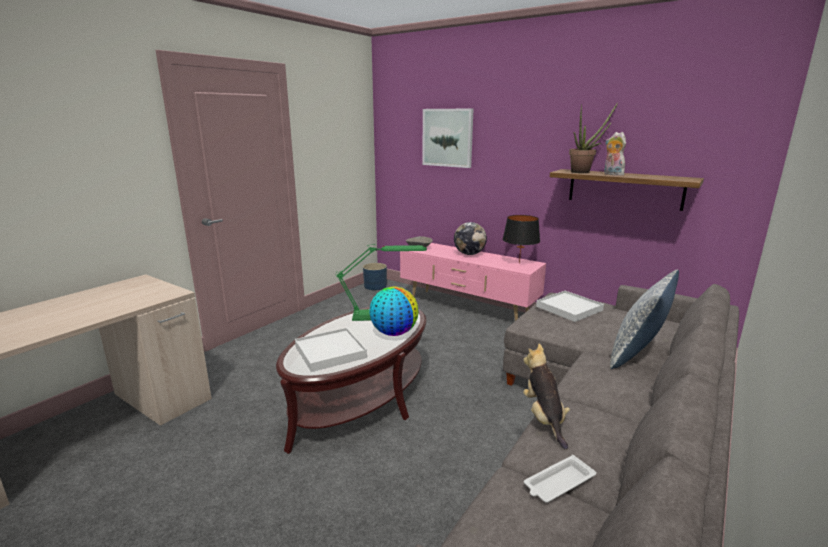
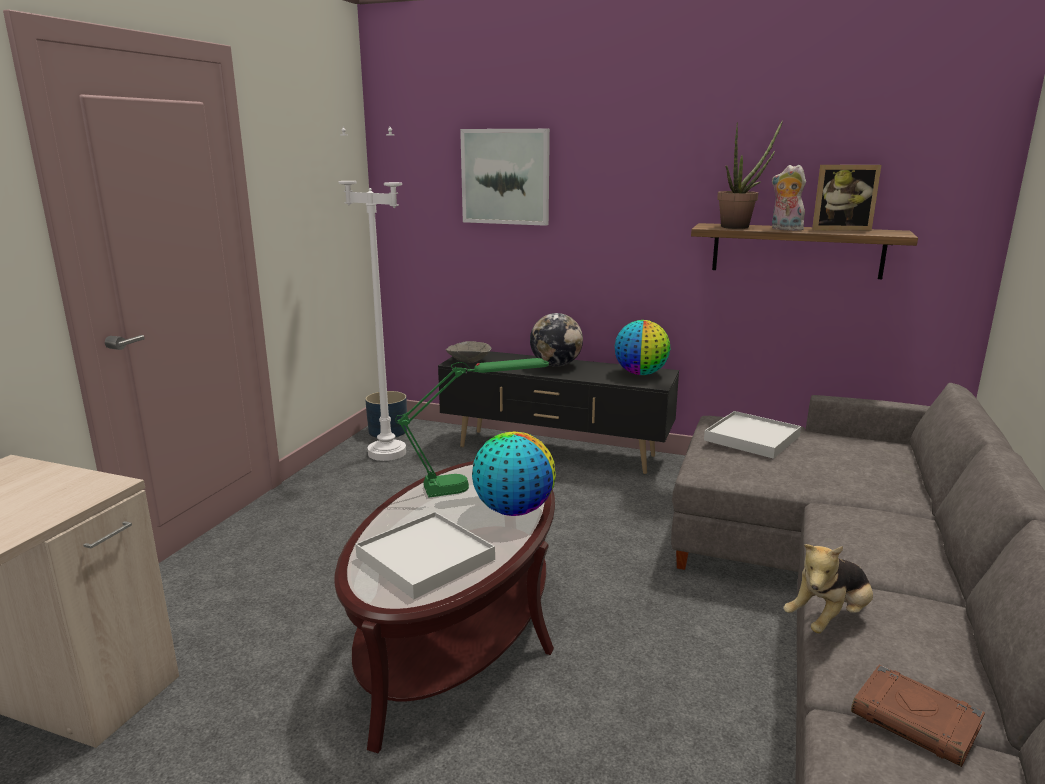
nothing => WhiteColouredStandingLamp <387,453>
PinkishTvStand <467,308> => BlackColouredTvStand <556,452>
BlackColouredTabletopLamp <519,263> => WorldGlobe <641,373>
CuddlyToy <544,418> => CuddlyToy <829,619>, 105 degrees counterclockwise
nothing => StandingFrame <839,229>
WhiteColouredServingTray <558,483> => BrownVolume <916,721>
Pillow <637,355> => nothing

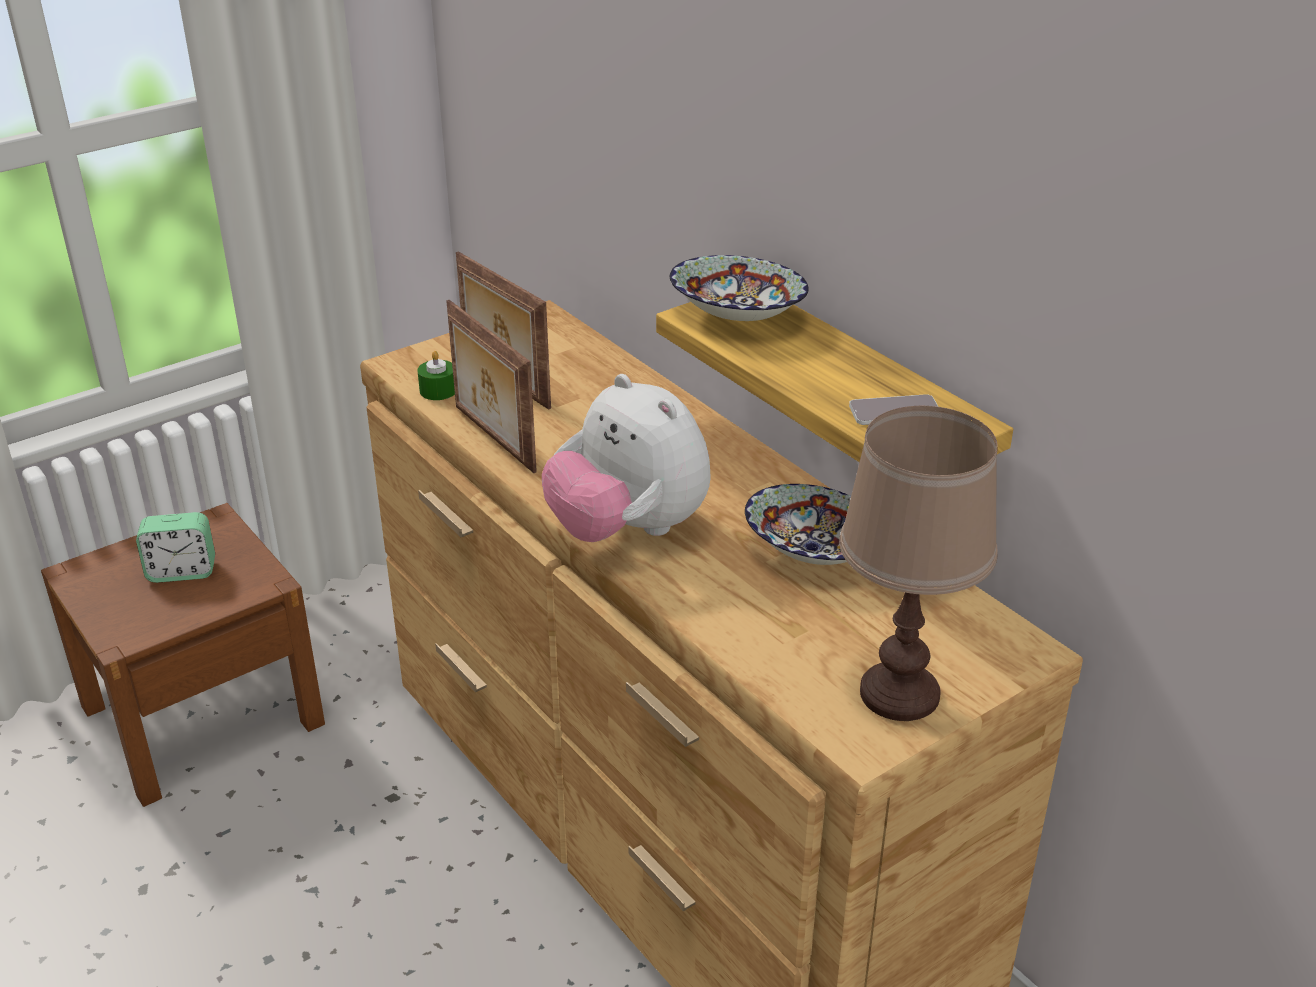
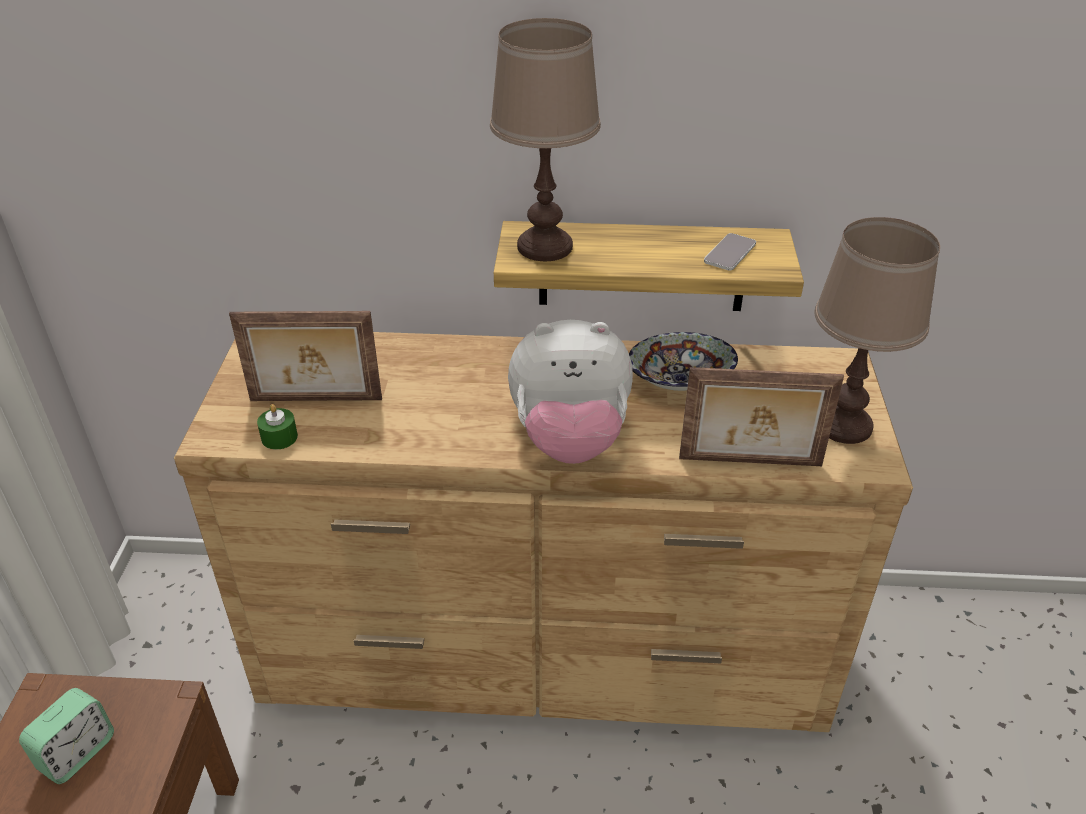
ServingBowl <736,317> => BrownTabletopLamp <544,247>
StandingFrame <492,439> => StandingFrame <750,463>, shifted

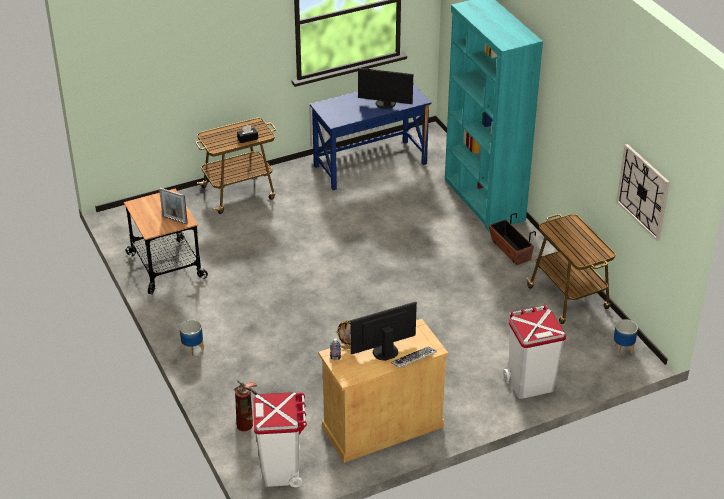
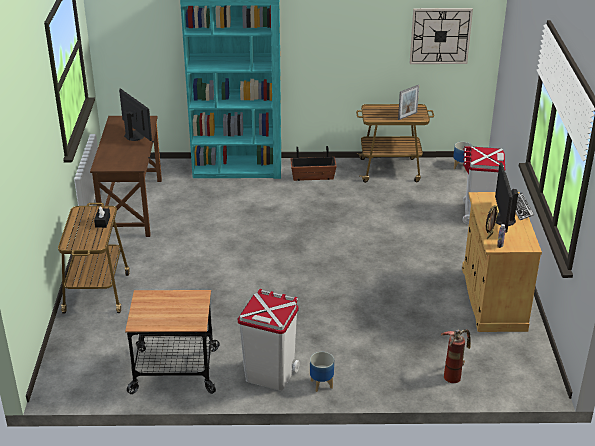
BlueColouredDeskTable <370,165> => BrownDeskTable <132,207>
Monitor <385,104> => Monitor <135,135>, 75 degrees counterclockwise
WhiteColouredTrashCan <281,470> => WhiteColouredTrashCan <270,374>, shifted
StandingFrame <175,220> => StandingFrame <407,116>, shifted

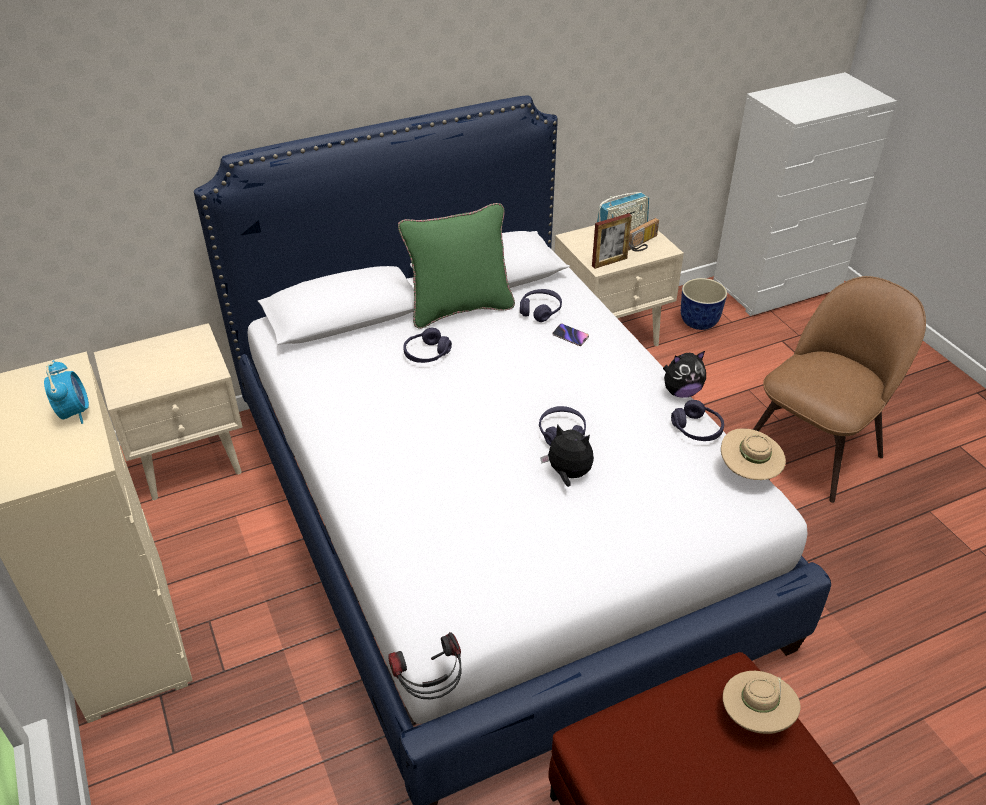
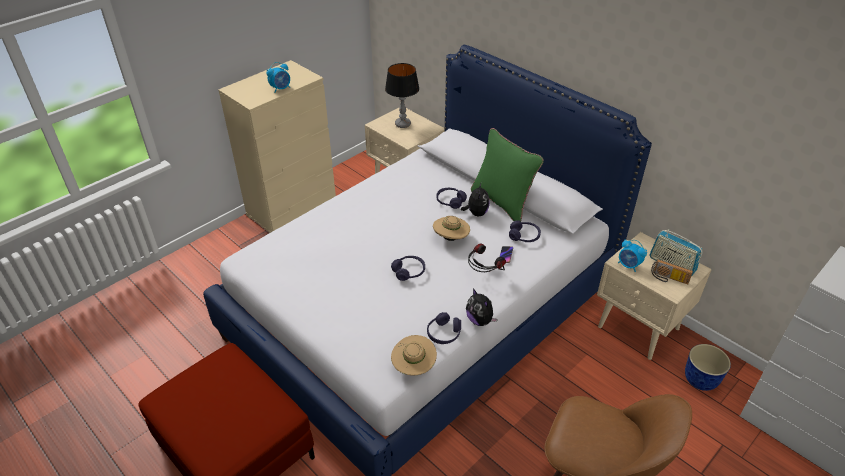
nothing => TabletopLamp <403,124>
BeigeClothingHat <755,716> => BeigeClothingHat <451,238>, shifted
CuddlyToy <568,474> => CuddlyToy <476,213>, shifted
Headphones <430,688> => Headphones <483,273>, shifted
StandingFrame <609,262> => TableClock <628,265>

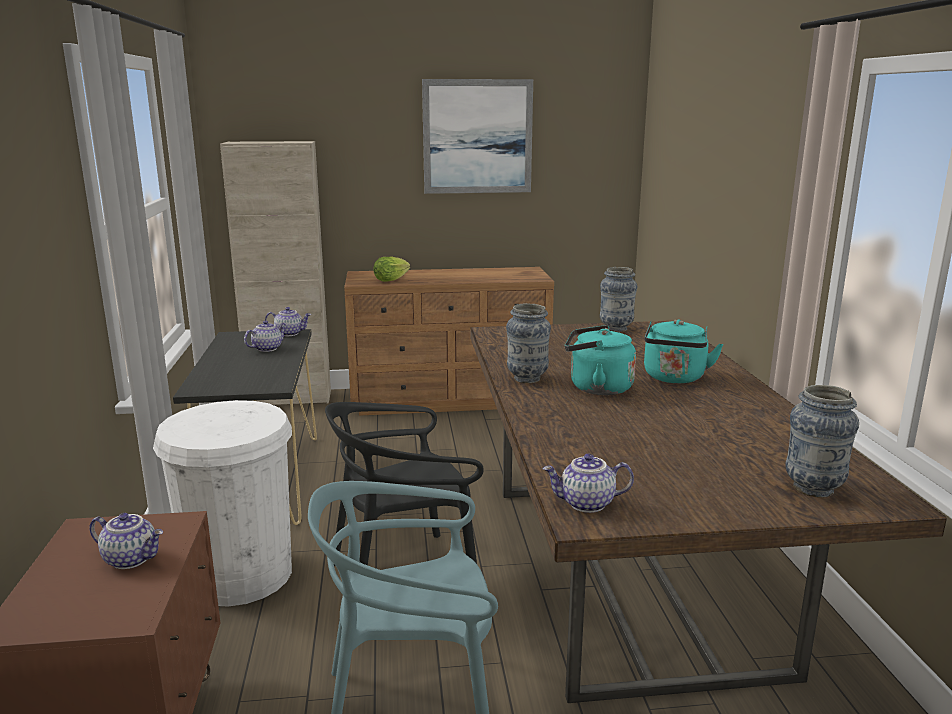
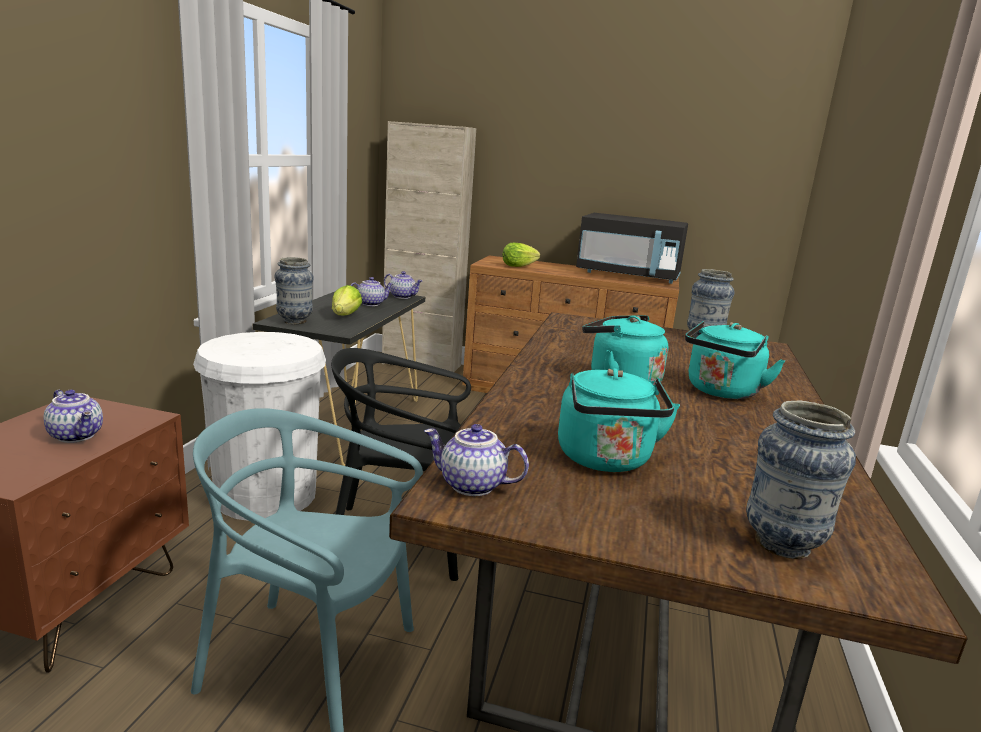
Vase <527,379> => Vase <294,321>, shifted
nothing => LettuceHead <345,316>
nothing => BlueGreenTeaKettle <606,460>
nothing => BlackColouredMicrowaveOven <628,275>
WallArt <477,137> => nothing

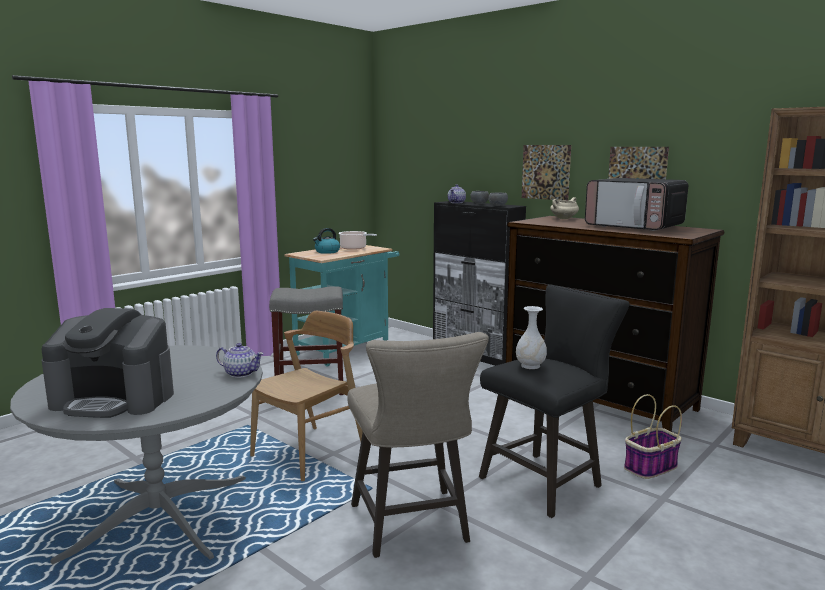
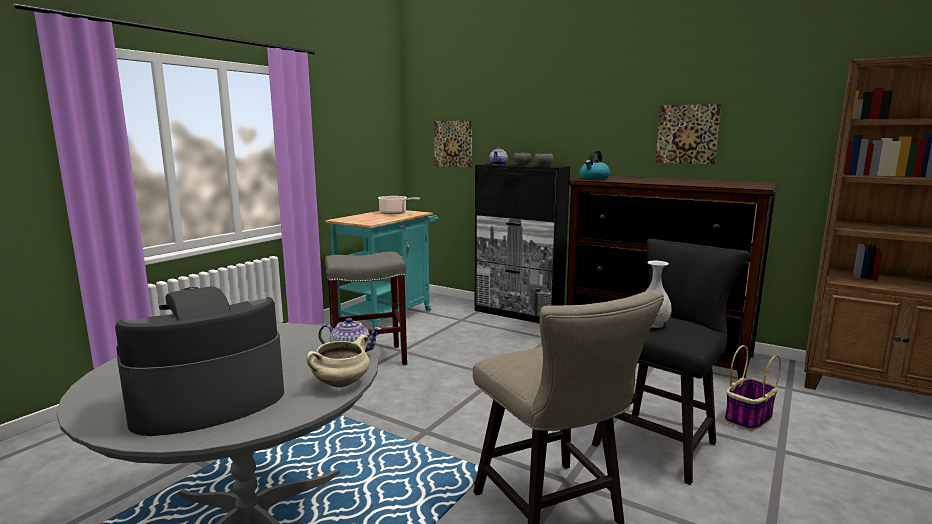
CoffeeMachine <114,399> => CoffeeMachine <206,400>, 150 degrees clockwise
BeigeCookingPot <563,219> => BeigeCookingPot <341,384>, shifted
WallArt <545,172> => WallArt <452,144>, shifted
TeaKettle <327,252> => TeaKettle <594,179>, shifted
BrownPlainChair <309,452> => nothing
MicrowaveOven <634,226> => nothing

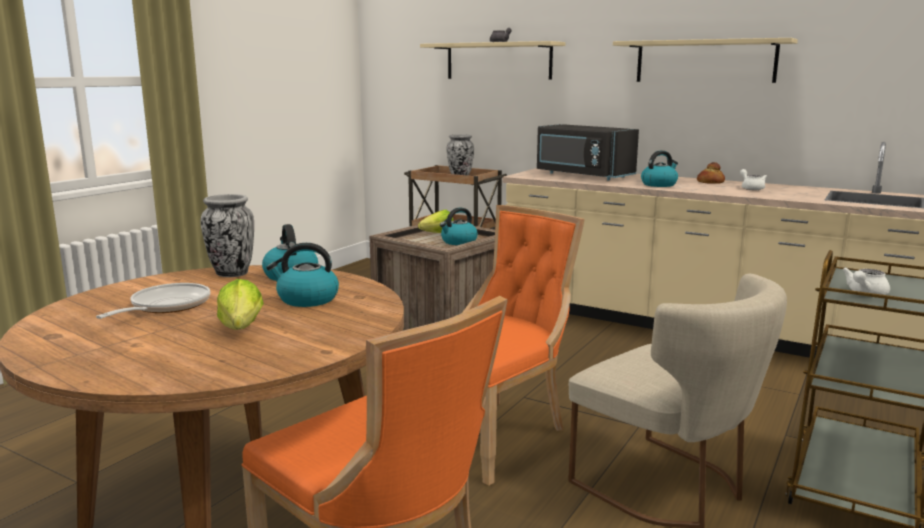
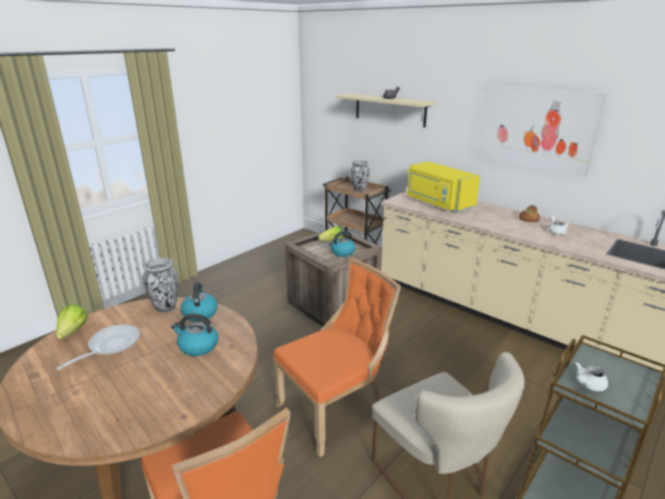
LettuceHead <239,332> => LettuceHead <70,334>, shifted
BlackColouredMicrowaveOven <582,175> => YellowishMicrowaveOven <438,203>
BeigeShelf <705,61> => WallArt <535,128>
TeaKettle <659,184> => nothing

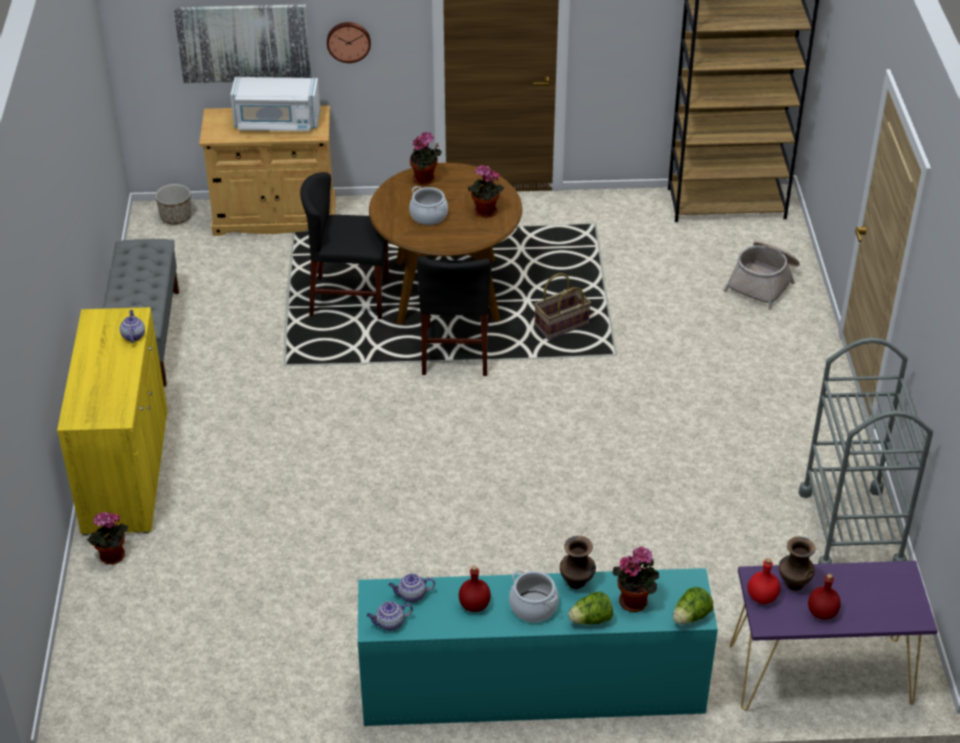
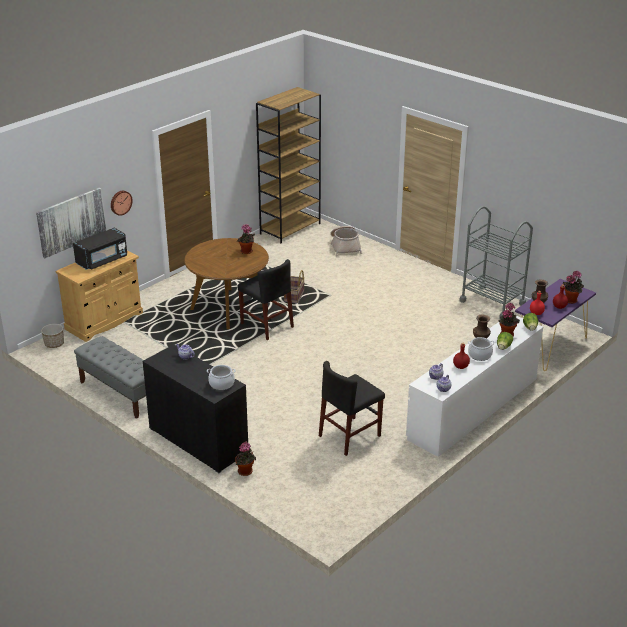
WhiteColouredMicrowaveOven <277,123> => BlackColouredMicrowaveOven <102,260>
YellowishStorageCabinet <126,471> => BlackColouredStorageCabinet <198,441>
CookingPot <428,216> => CookingPot <221,384>, shifted
BlackColouredPlainChair <349,298> => BlackColouredPlainChair <349,436>, shifted
BlueGreenDrawerChest <532,689> => WhiteColouredDrawerChest <473,408>
PlantInAPot <425,179> => PlantInAPot <571,300>, shifted

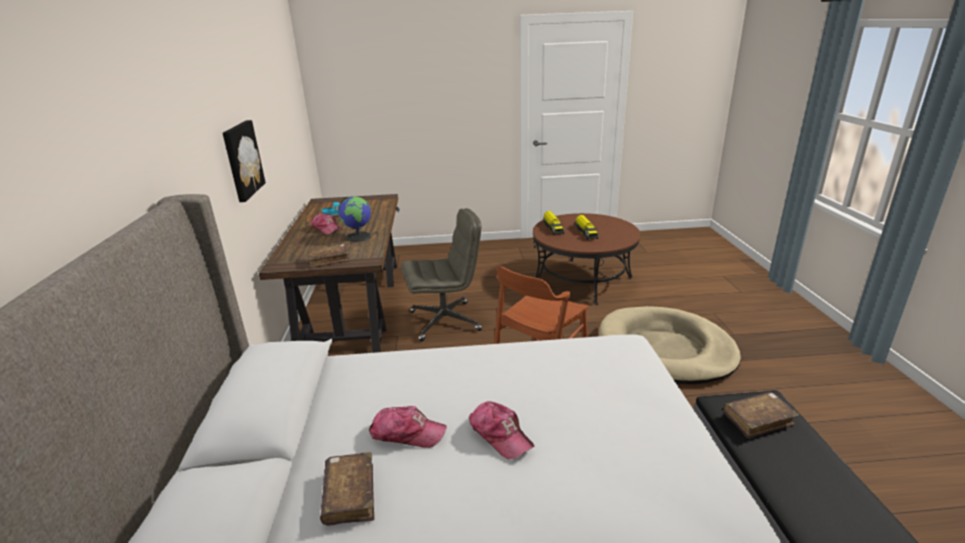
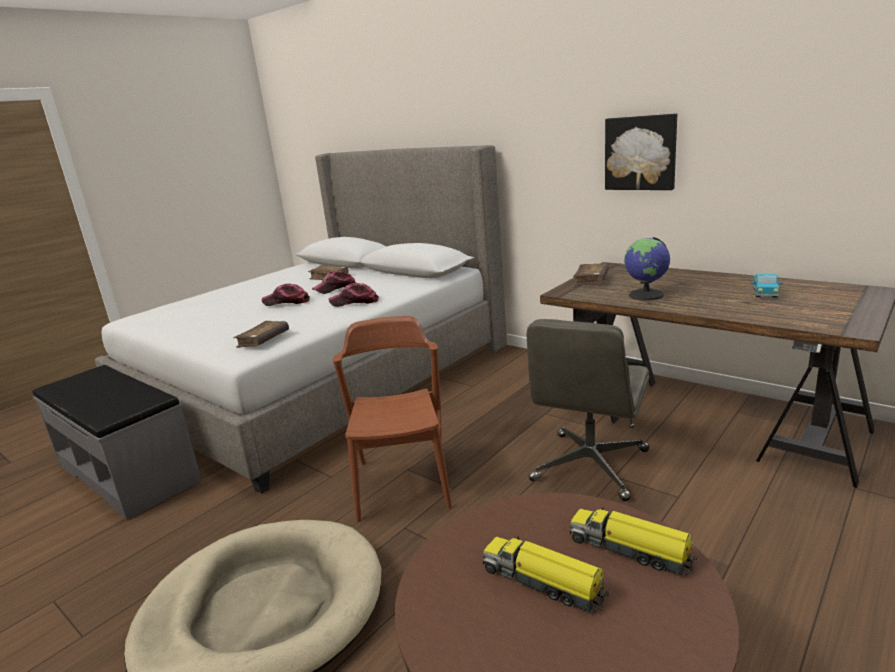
BrownVolume <758,420> => BrownVolume <263,340>, shifted
PeakedCap <327,229> => PeakedCap <354,302>, shifted

